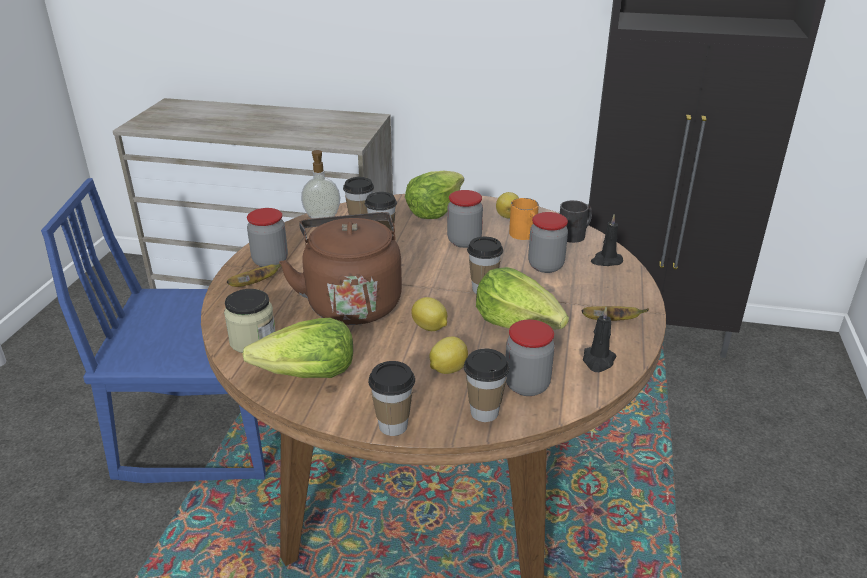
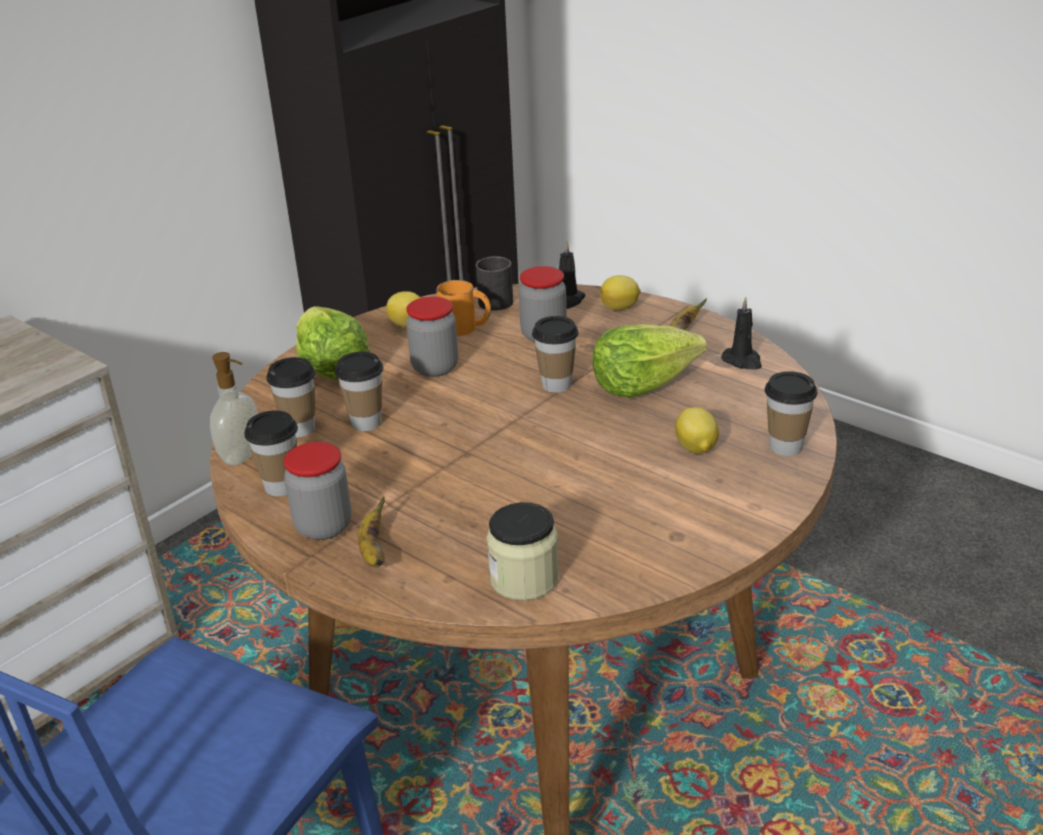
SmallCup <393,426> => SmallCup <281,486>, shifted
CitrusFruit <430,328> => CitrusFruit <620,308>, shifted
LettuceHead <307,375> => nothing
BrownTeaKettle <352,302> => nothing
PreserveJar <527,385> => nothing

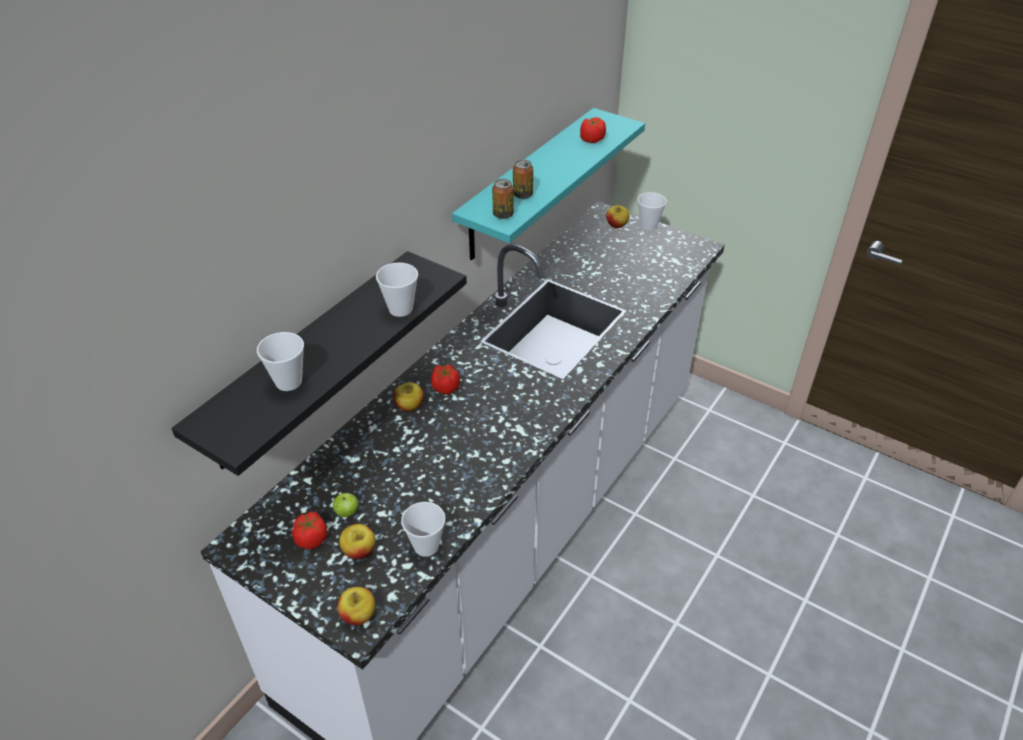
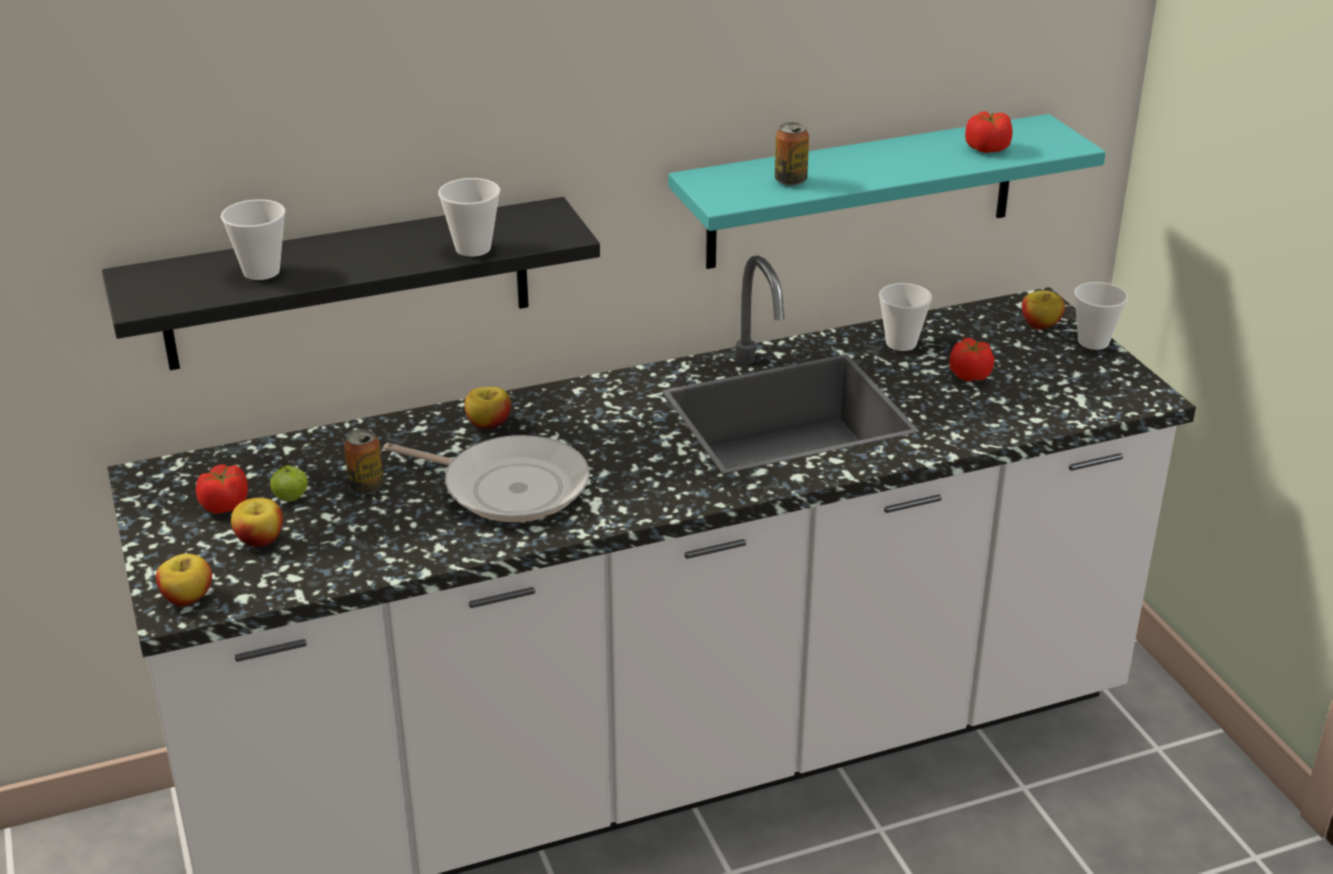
MetalCan <503,215> => MetalCan <366,487>, shifted
nothing => Skillet <508,487>
SmallCup <426,546> => SmallCup <901,343>, shifted
WholeTomato <445,387> => WholeTomato <970,375>, shifted

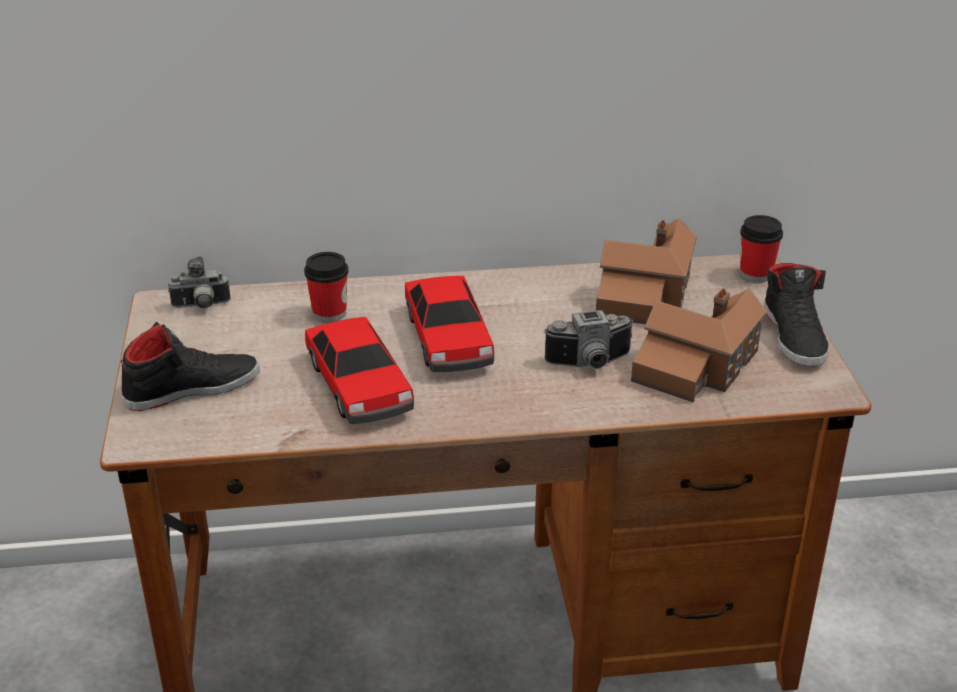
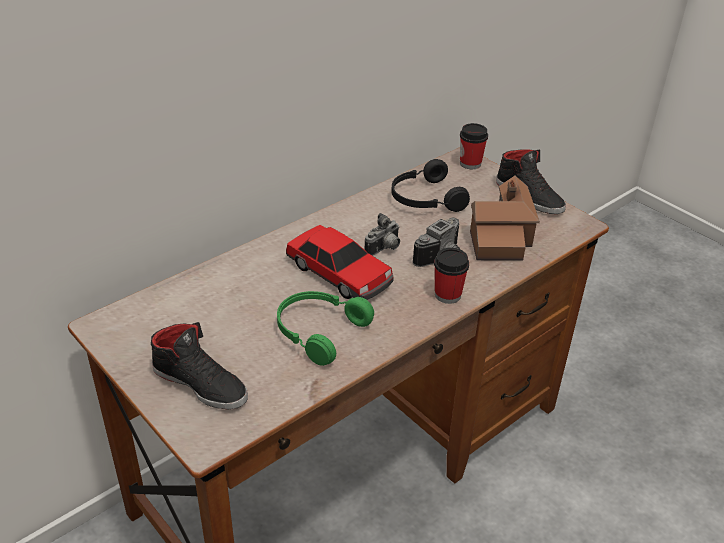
BlackColouredLowShoe <192,388> => BlackColouredLowShoe <200,383>, 90 degrees clockwise
MiniatureCar <359,386> => GreenColouredHeadphones <318,331>
PhotoCamera <201,306> => PhotoCamera <384,249>, shifted
ModelHouse <645,295> => BlackColouredHeadphones <425,199>
SmallCup <329,313> => SmallCup <447,295>, shifted

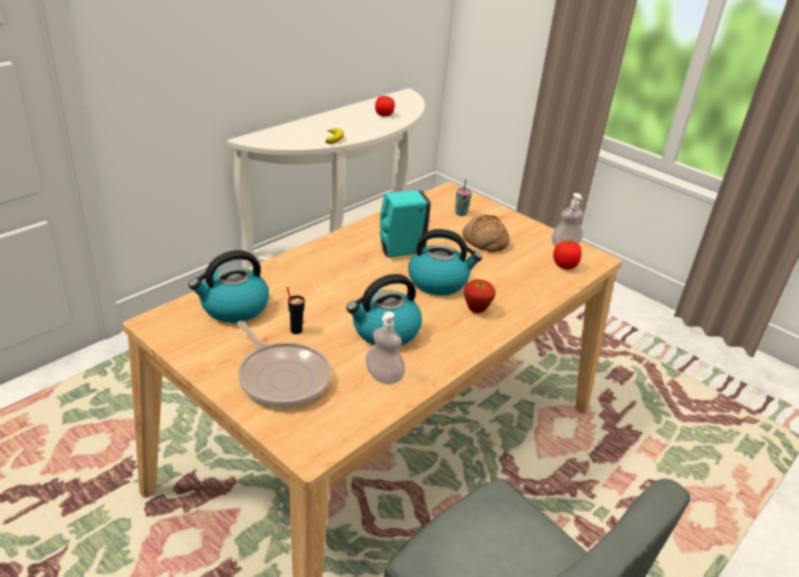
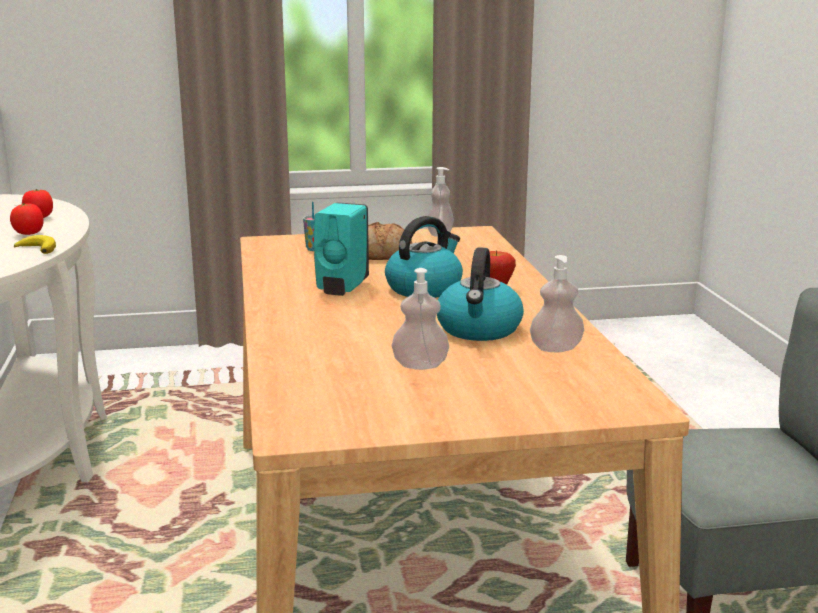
WholeTomato <565,266> => WholeTomato <29,233>, shifted
BlackColouredSmallCup <296,330> => SoapDispenser <420,365>
TeaKettle <233,308> => nothing
Skillet <282,377> => nothing

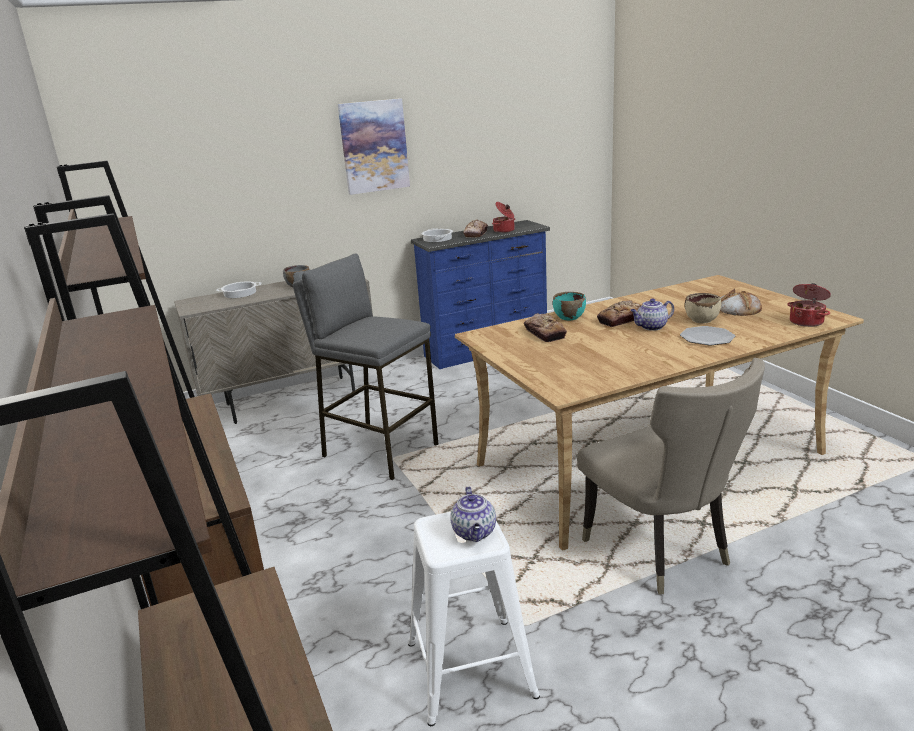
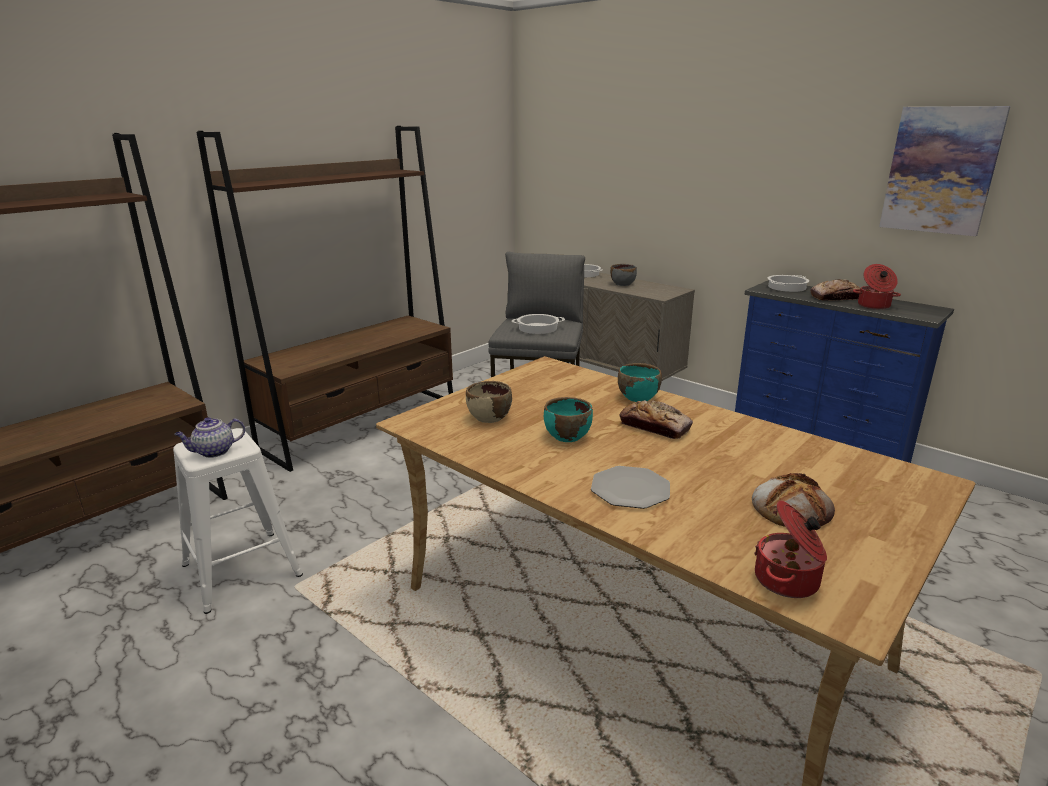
BeigeServingBowl <701,320> => BeigeServingBowl <489,417>, shifted
nothing => CookingPot <537,328>
nothing => BlueGreenServingBowl <567,436>
WallArt <374,146> => WallArt <940,170>, shifted
Bread <544,333> => nothing
BeigePlainChair <662,552> => nothing
TeaPot <651,327> => nothing

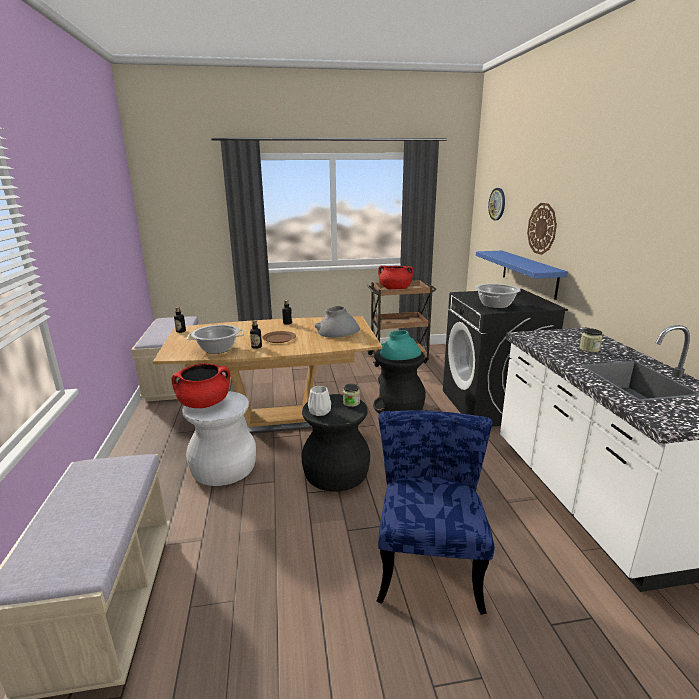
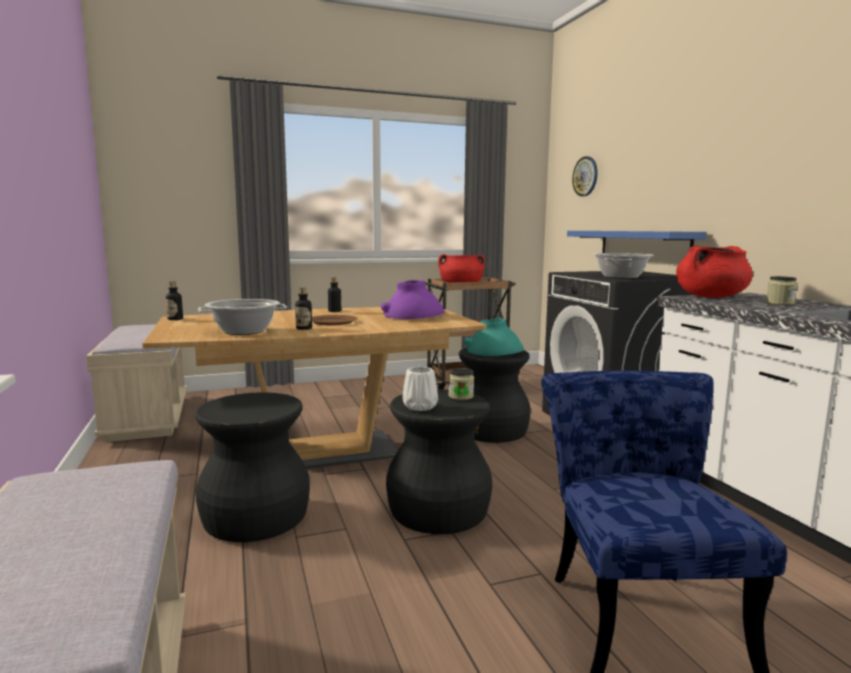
WhiteColouredStool <223,468> => BlackColouredStool <255,518>
GrayVase <337,331> => PurpleVase <413,316>
RedColouredCookingPot <204,403> => RedColouredCookingPot <711,297>, shifted
ClockOnTheWall <542,228> => nothing

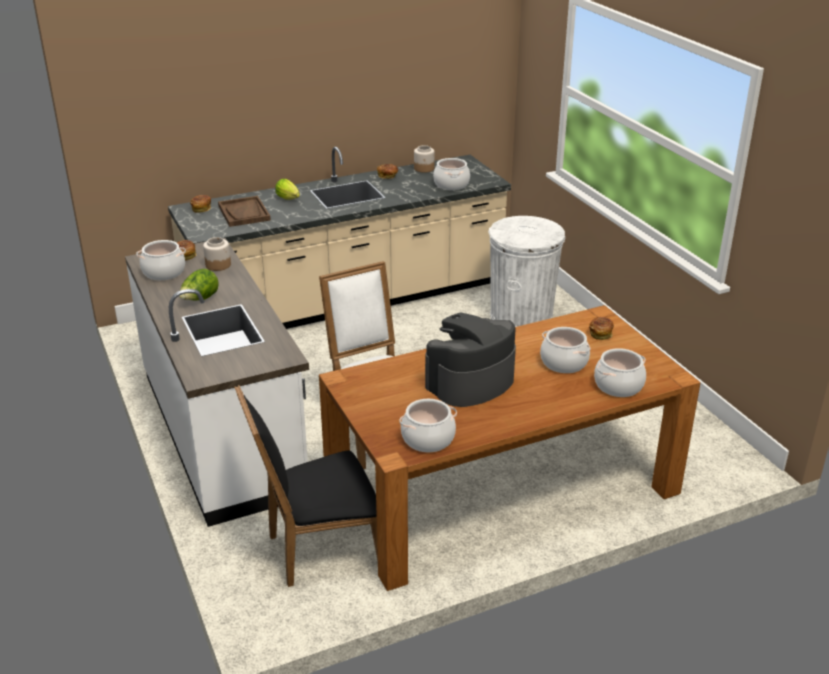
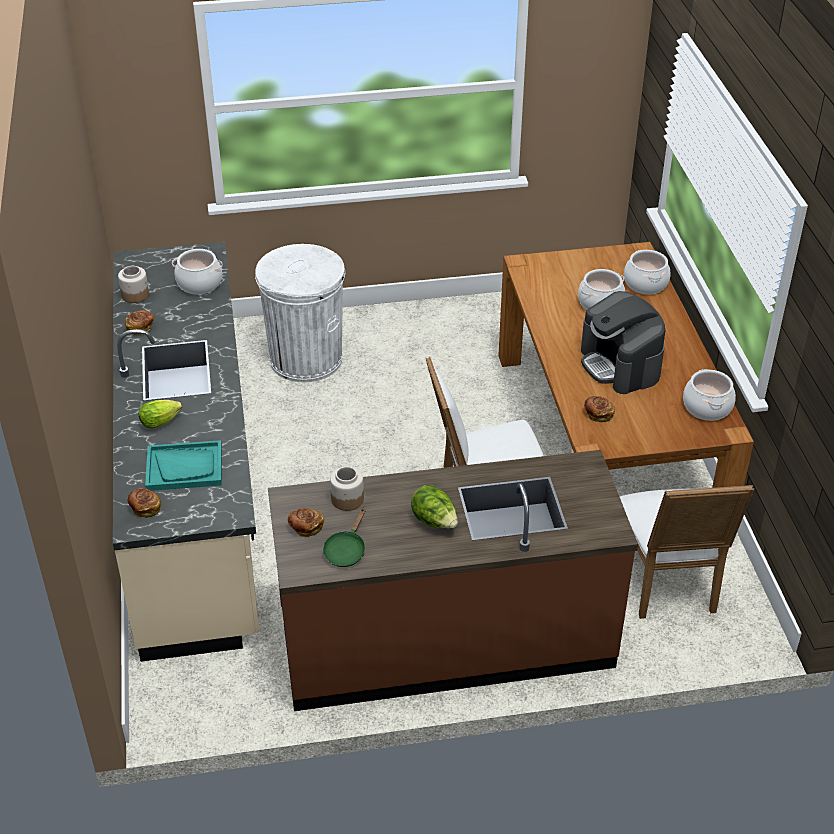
BrownServingTray <244,213> => BlueGreenServingTray <184,467>
WhiteColouredKitchenBaseUnit <224,431> => BrownKitchenBaseUnit <446,640>
CookingPot <164,272> => GreenColouredSkillet <346,550>
Bread <601,334> => Bread <598,414>, shifted
BlackColouredPlainChair <318,550> => WhiteColouredPlainChair <668,584>

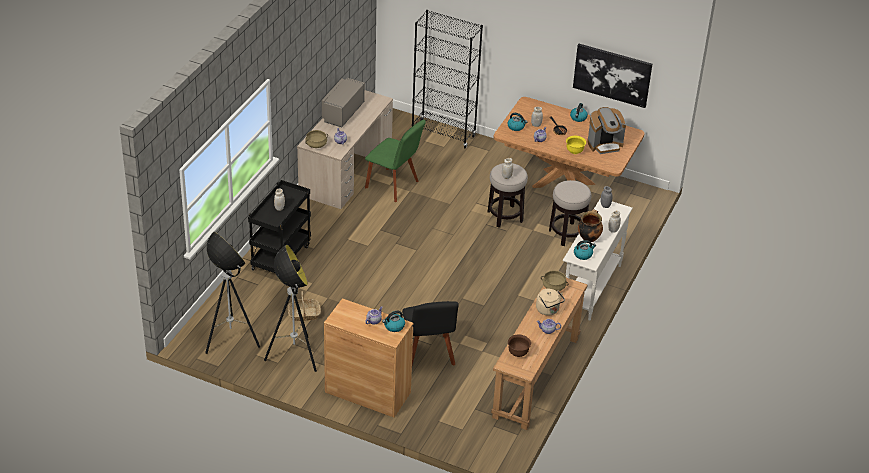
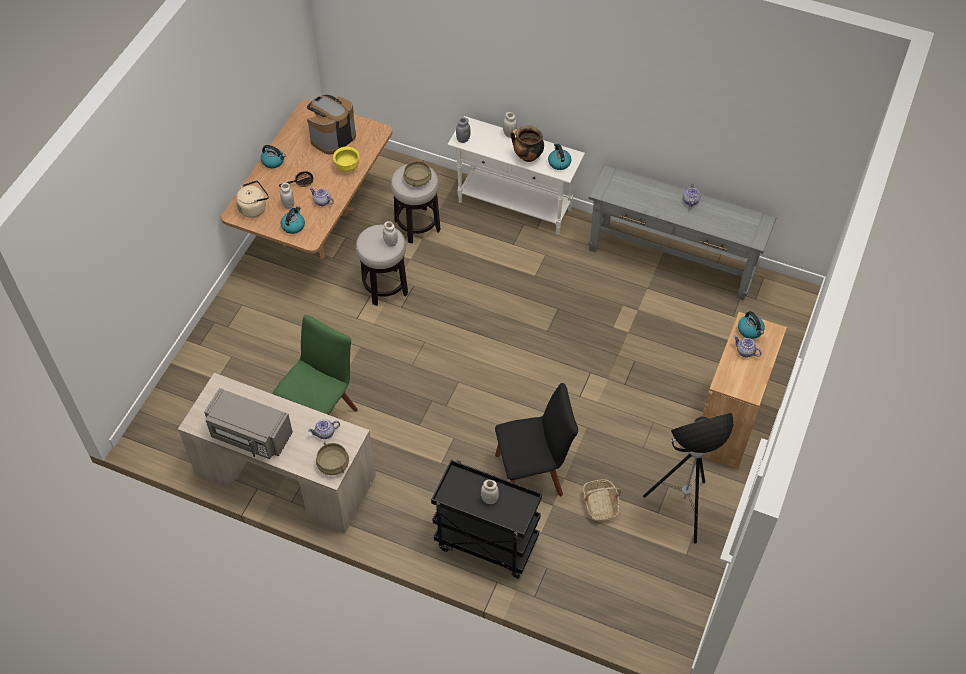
BeigeTeaKettle <548,310> => BeigeTeaKettle <254,208>, shifted
CoffeeMachine <605,144> => CoffeeMachine <332,137>, 120 degrees counterclockwise
BeigeCookingPot <553,287> => BeigeCookingPot <418,180>, shifted
BlackColouredPlainChair <428,354> => BlackColouredPlainChair <532,473>, shifted
BrownHallTable <536,377> => GrayHallTable <671,260>
StandingLamp <230,341> => nothing
BlackColouredBookshelf <443,134> => nothing
BrownServingBowl <518,353> => nothing
WallArt <612,75> => nothing

